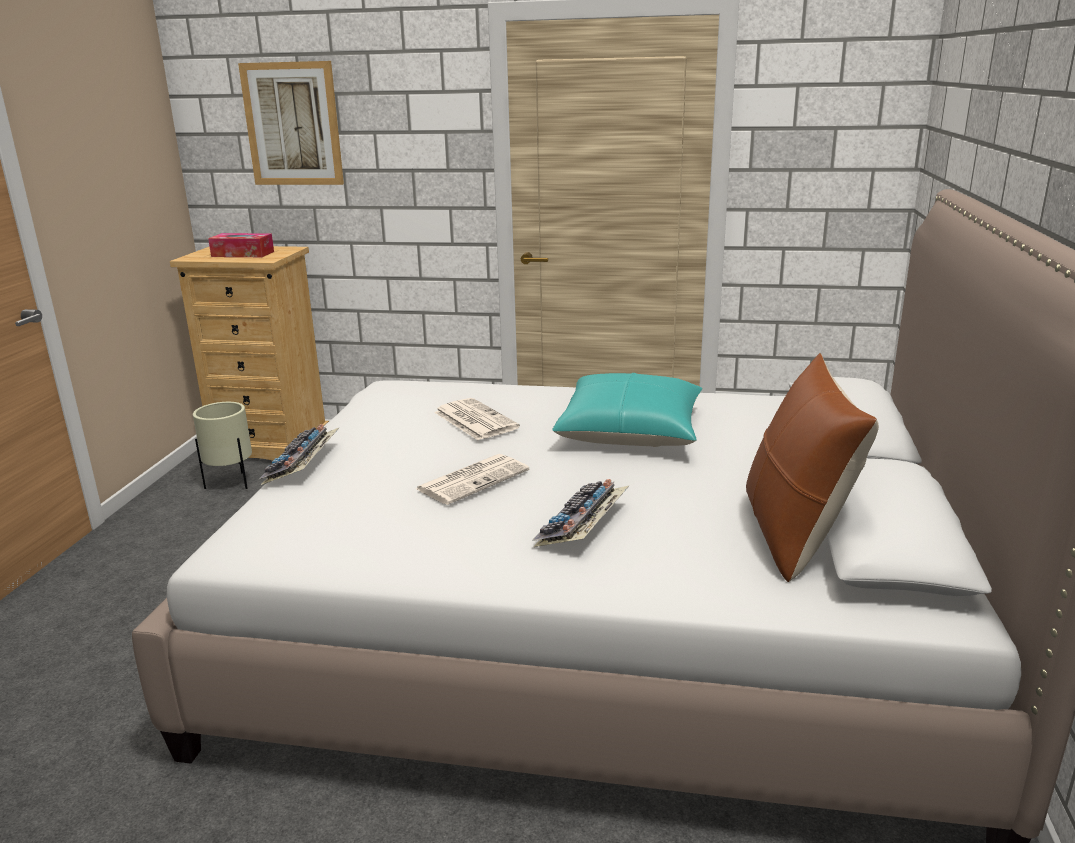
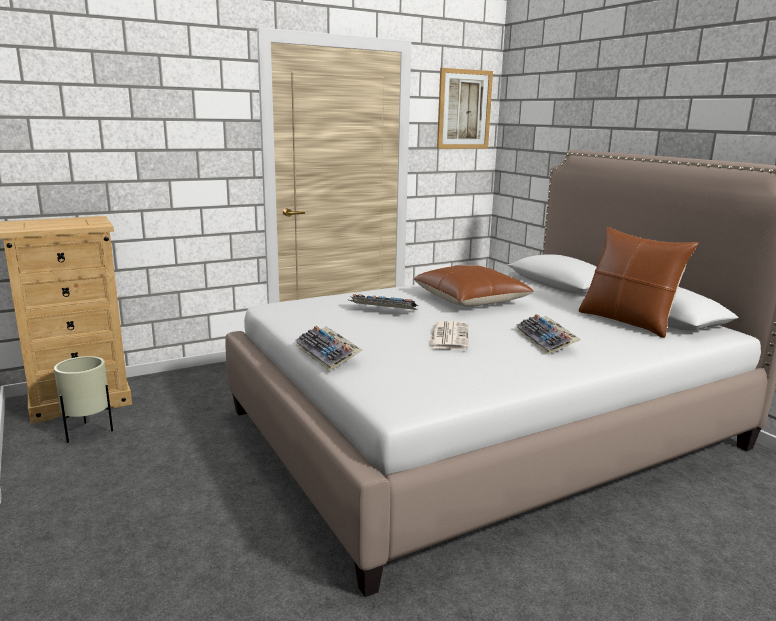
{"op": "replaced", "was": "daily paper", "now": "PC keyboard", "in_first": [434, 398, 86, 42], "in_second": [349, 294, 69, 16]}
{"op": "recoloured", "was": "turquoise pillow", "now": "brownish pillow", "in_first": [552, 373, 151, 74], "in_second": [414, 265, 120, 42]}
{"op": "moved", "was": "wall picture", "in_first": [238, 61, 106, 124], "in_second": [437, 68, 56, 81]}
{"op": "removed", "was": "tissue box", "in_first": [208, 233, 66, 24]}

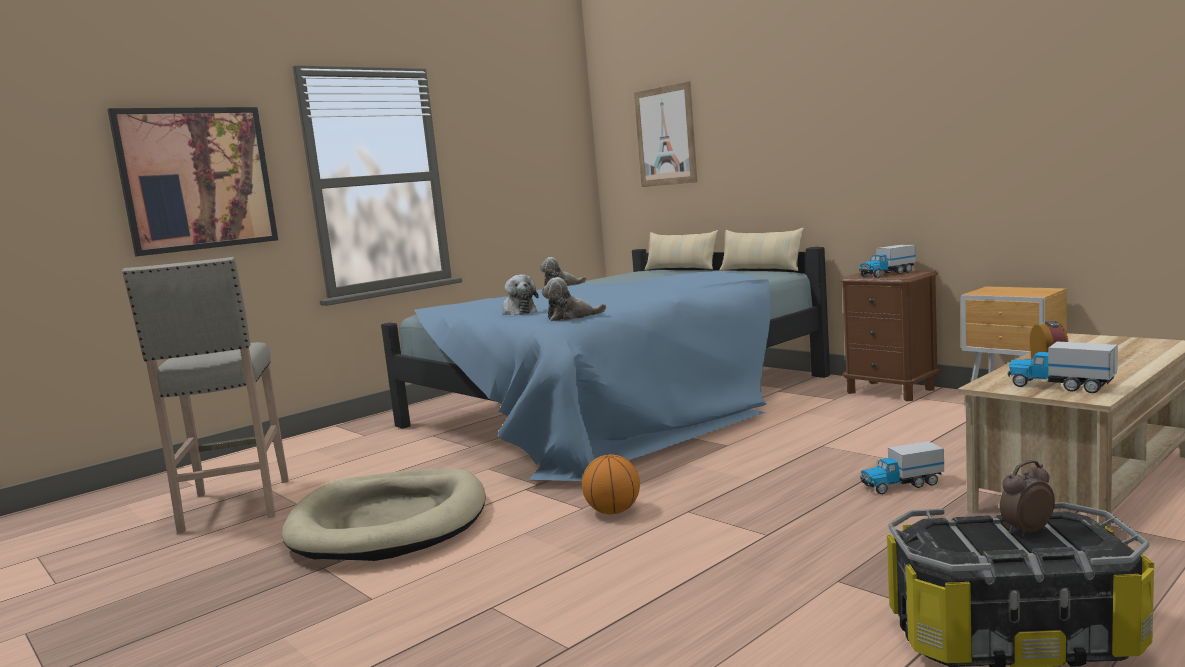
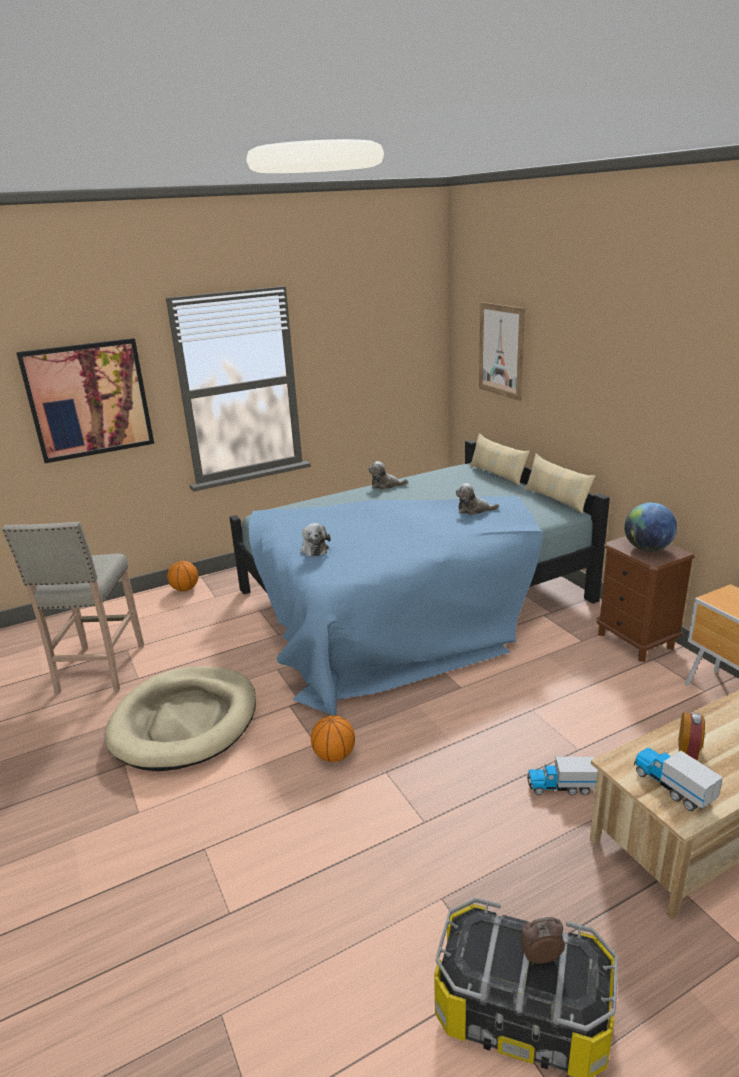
{"op": "added", "now": "basketball", "in_second": [167, 561, 31, 30]}
{"op": "moved", "was": "cuddly toy", "in_first": [542, 277, 64, 44], "in_second": [456, 483, 43, 32]}
{"op": "replaced", "was": "toy lorry", "now": "world globe", "in_first": [859, 245, 57, 33], "in_second": [624, 503, 53, 49]}

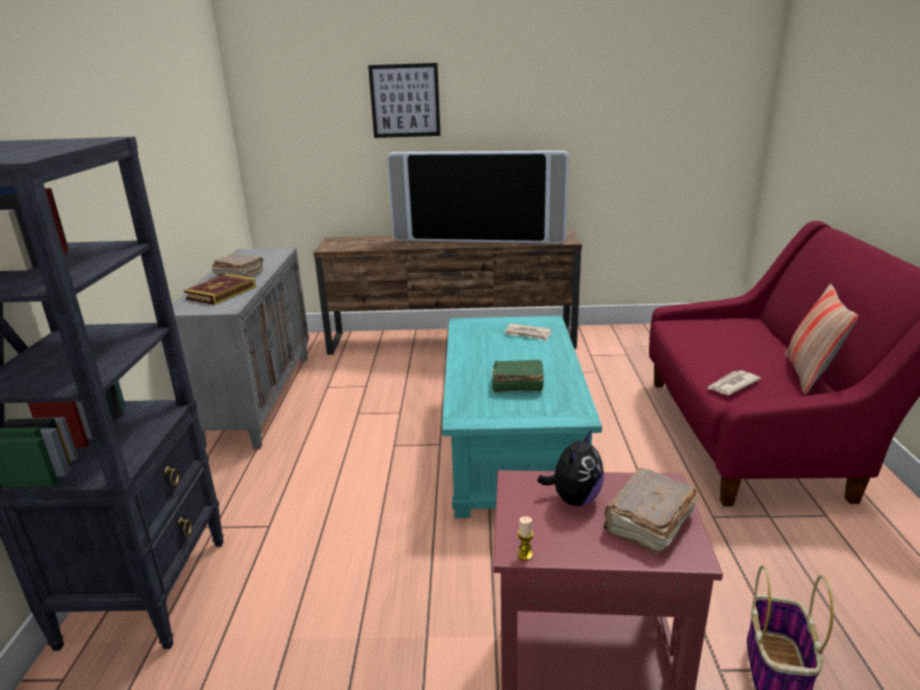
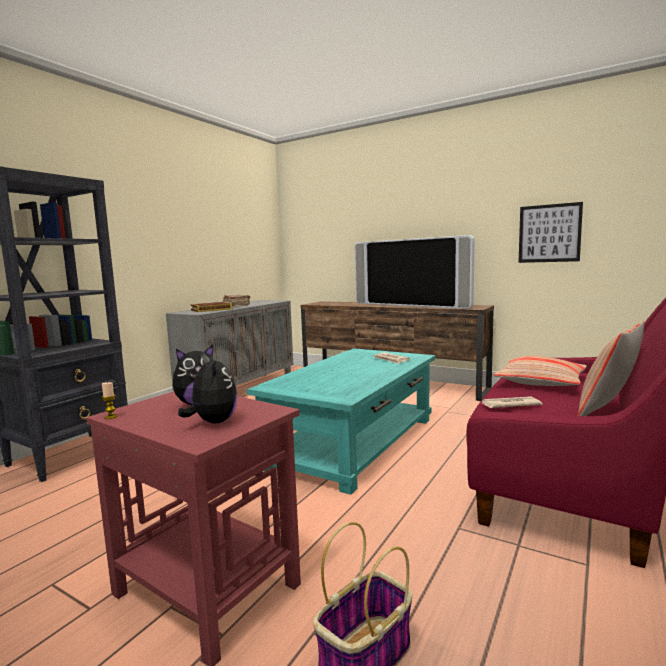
{"op": "replaced", "was": "brownish bound book", "now": "cuddly toy", "in_first": [603, 468, 95, 86], "in_second": [178, 353, 59, 70]}
{"op": "added", "now": "pillow", "in_second": [493, 356, 94, 30]}
{"op": "moved", "was": "wall picture", "in_first": [368, 63, 73, 75], "in_second": [518, 202, 65, 61]}
{"op": "removed", "was": "green-coloured bound book", "in_first": [491, 360, 53, 32]}

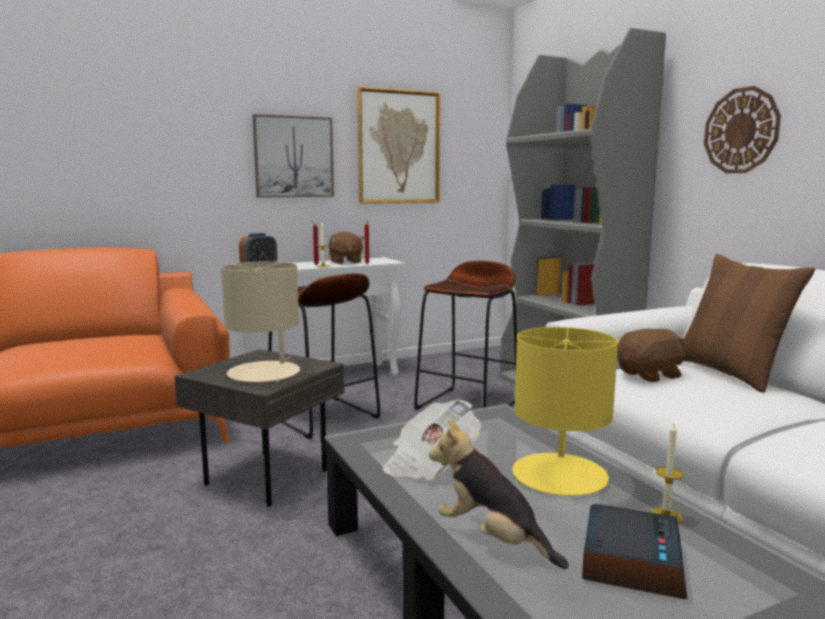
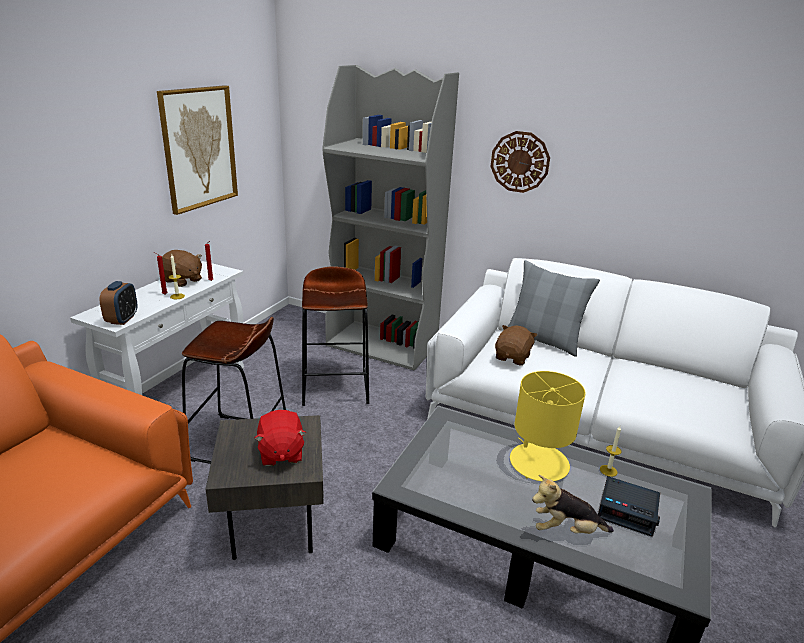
{"op": "replaced", "was": "beige lamp for a table", "now": "red cuddly toy", "in_first": [221, 261, 79, 122], "in_second": [254, 410, 52, 56]}
{"op": "recoloured", "was": "brownish pillow", "now": "grey pillow", "in_first": [683, 254, 132, 139], "in_second": [508, 260, 92, 97]}
{"op": "turned", "was": "alarm clock", "in_first": [582, 504, 105, 95], "in_second": [598, 476, 62, 60], "clockwise": 135}
{"op": "removed", "was": "wall picture", "in_first": [253, 114, 81, 83]}
{"op": "removed", "was": "daily paper", "in_first": [383, 400, 99, 81]}

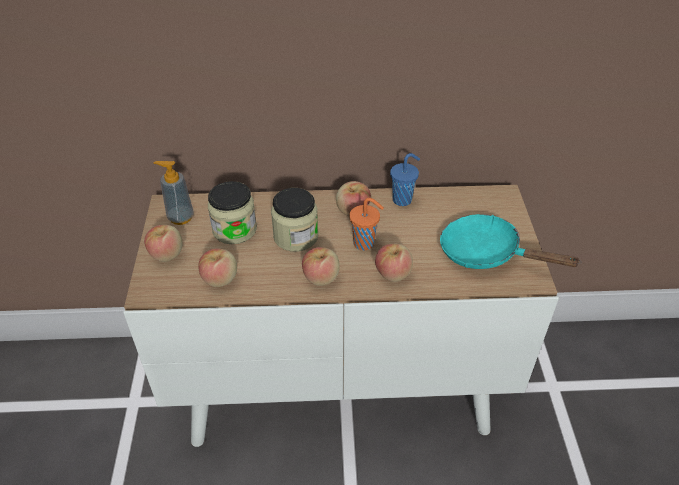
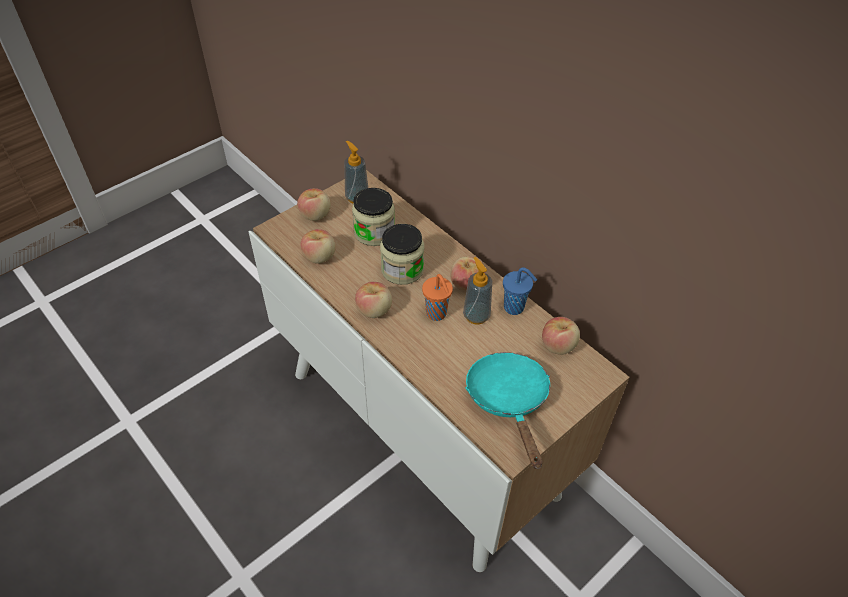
{"op": "added", "now": "liquid soap bottle", "in_second": [463, 257, 29, 68]}
{"op": "moved", "was": "apple fruit", "in_first": [375, 243, 38, 39], "in_second": [542, 317, 38, 38]}

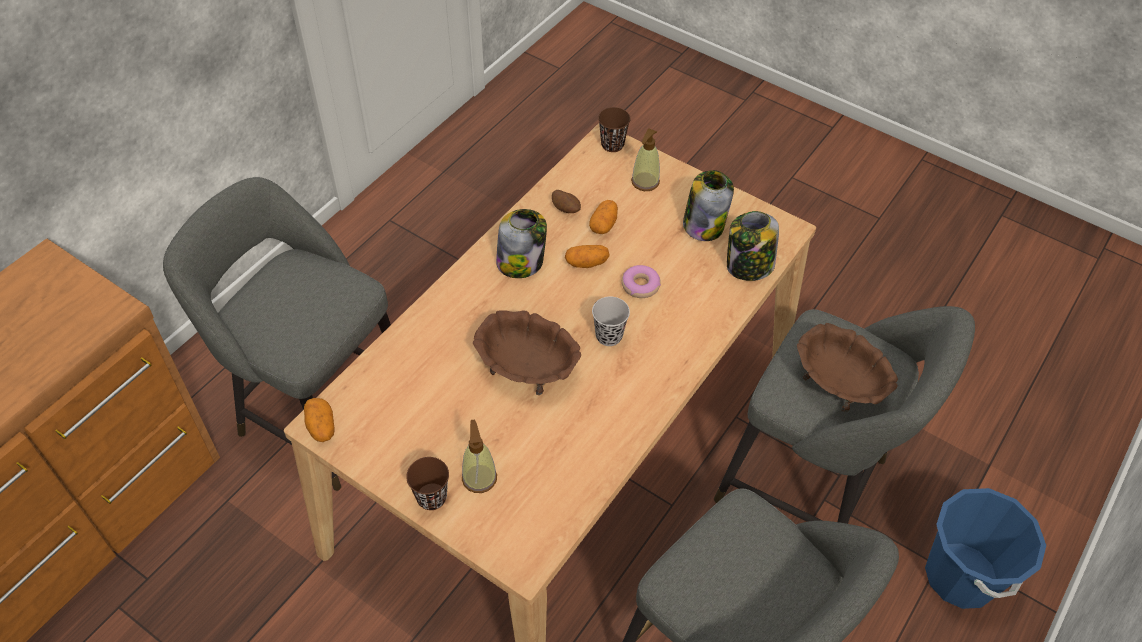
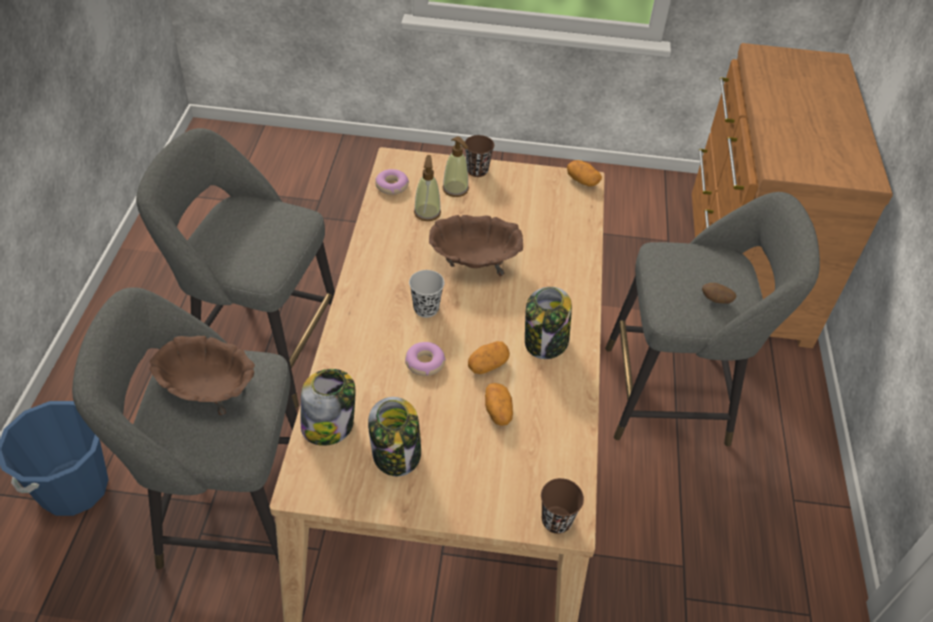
{"op": "added", "now": "donut", "in_second": [375, 169, 34, 26]}
{"op": "moved", "was": "liquid soap bottle", "in_first": [631, 129, 29, 62], "in_second": [414, 155, 27, 66]}
{"op": "moved", "was": "potato", "in_first": [552, 190, 29, 23], "in_second": [702, 283, 35, 21]}

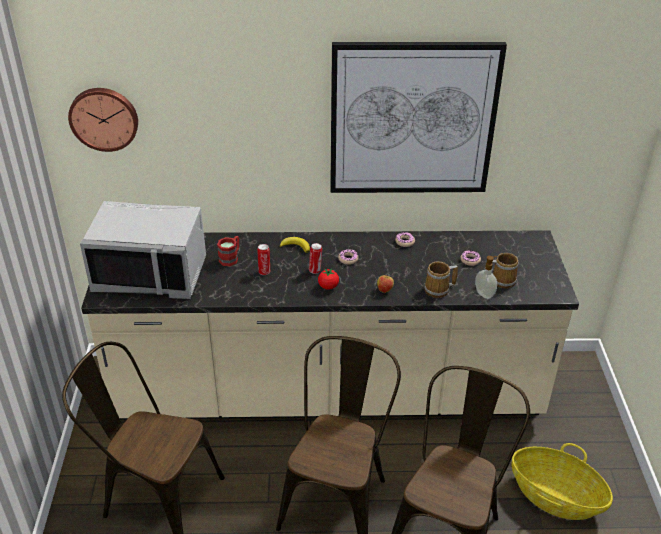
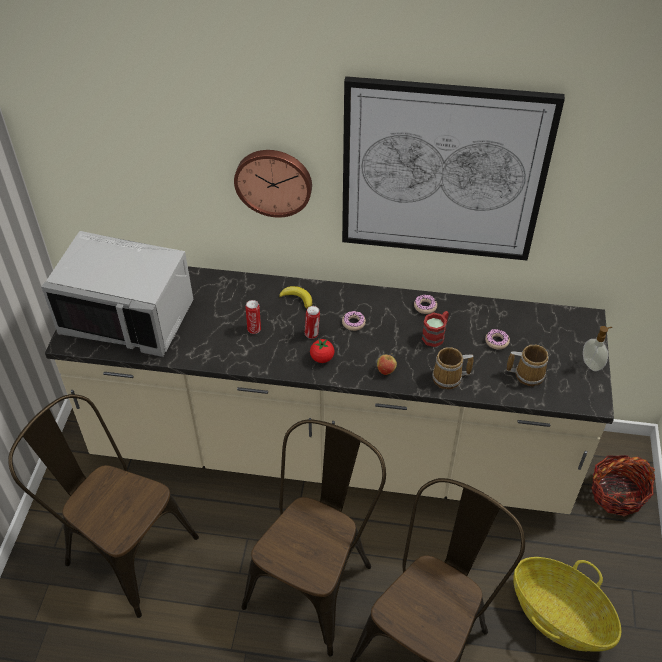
{"op": "moved", "was": "wall clock", "in_first": [68, 88, 70, 64], "in_second": [234, 150, 78, 67]}
{"op": "moved", "was": "red mug", "in_first": [217, 236, 22, 30], "in_second": [422, 311, 27, 36]}
{"op": "moved", "was": "liquid soap bottle", "in_first": [475, 256, 22, 43], "in_second": [583, 326, 29, 45]}
{"op": "added", "now": "storage basket", "in_second": [591, 455, 65, 62]}

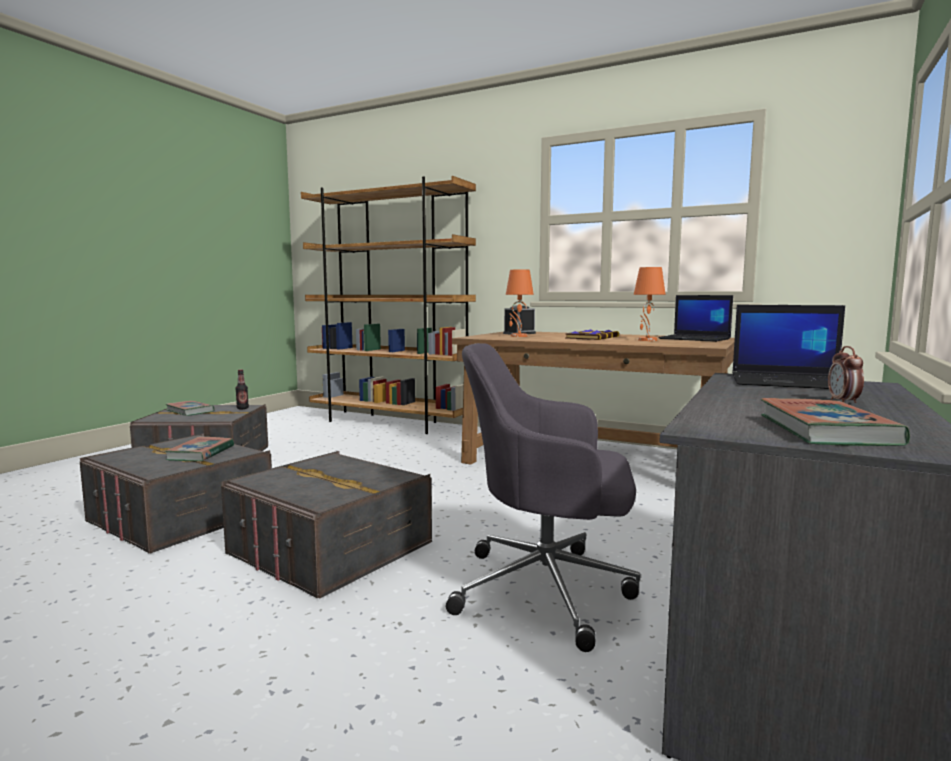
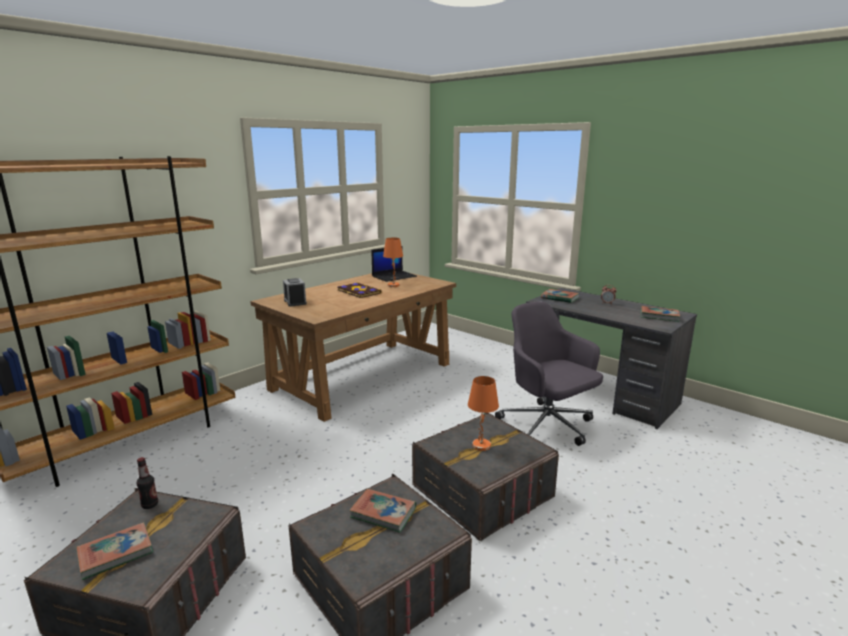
{"op": "moved", "was": "orange-coloured lamp for a table", "in_first": [506, 269, 28, 68], "in_second": [468, 376, 31, 75]}
{"op": "turned", "was": "grey desk chair", "in_first": [446, 343, 194, 309], "in_second": [495, 301, 108, 145], "clockwise": 120}
{"op": "replaced", "was": "portable computer", "now": "bound book", "in_first": [732, 305, 113, 84], "in_second": [541, 289, 38, 14]}

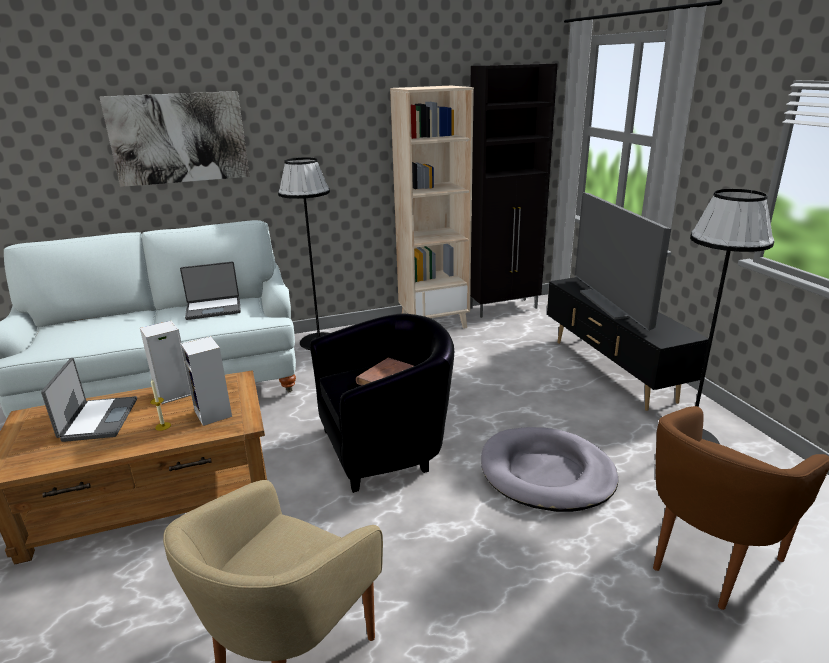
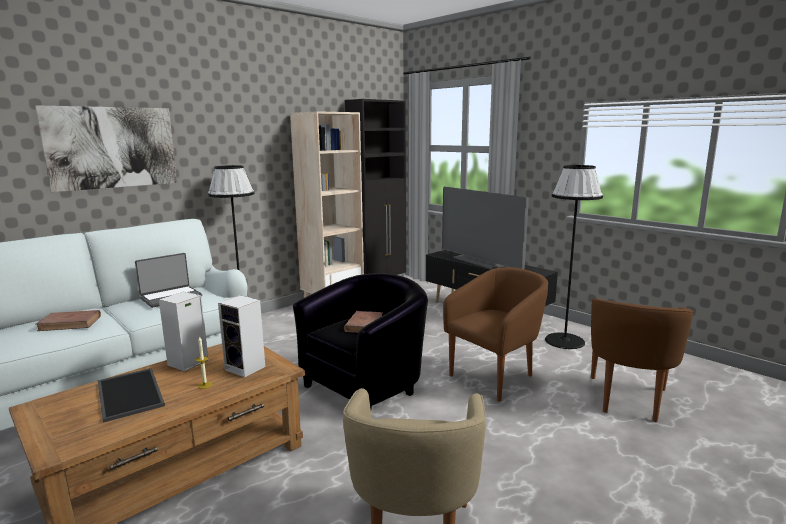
{"op": "added", "now": "brownish bound book", "in_second": [35, 310, 66, 21]}
{"op": "replaced", "was": "portable computer", "now": "carrying tray", "in_first": [41, 358, 96, 84], "in_second": [97, 368, 68, 55]}
{"op": "replaced", "was": "grey dog bed", "now": "brownish easy chair", "in_first": [481, 427, 137, 85], "in_second": [443, 267, 105, 134]}

